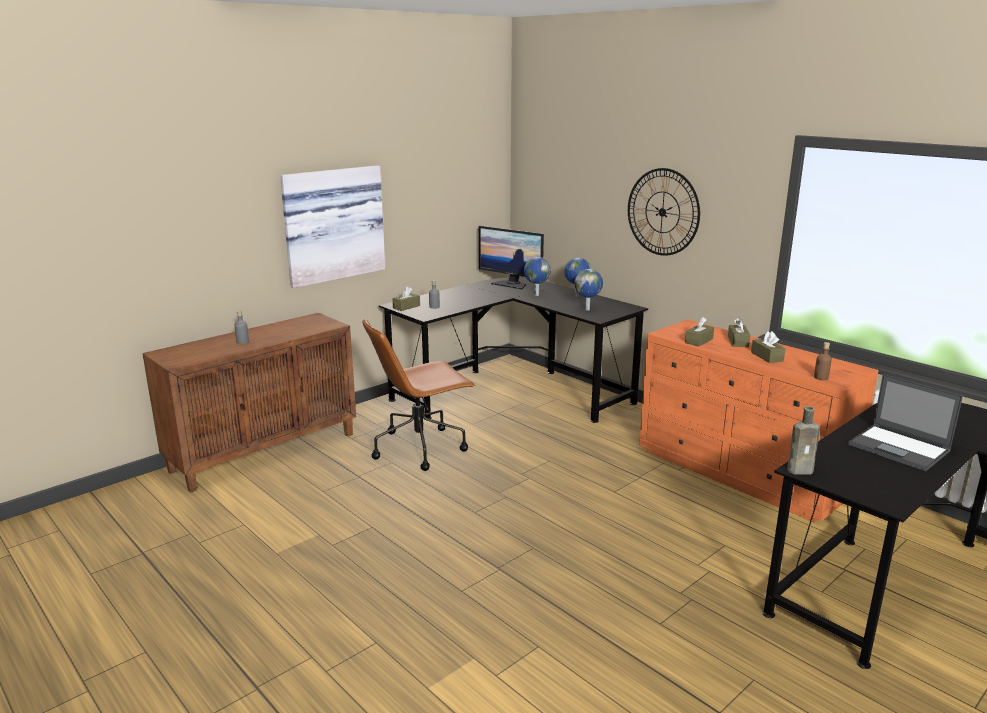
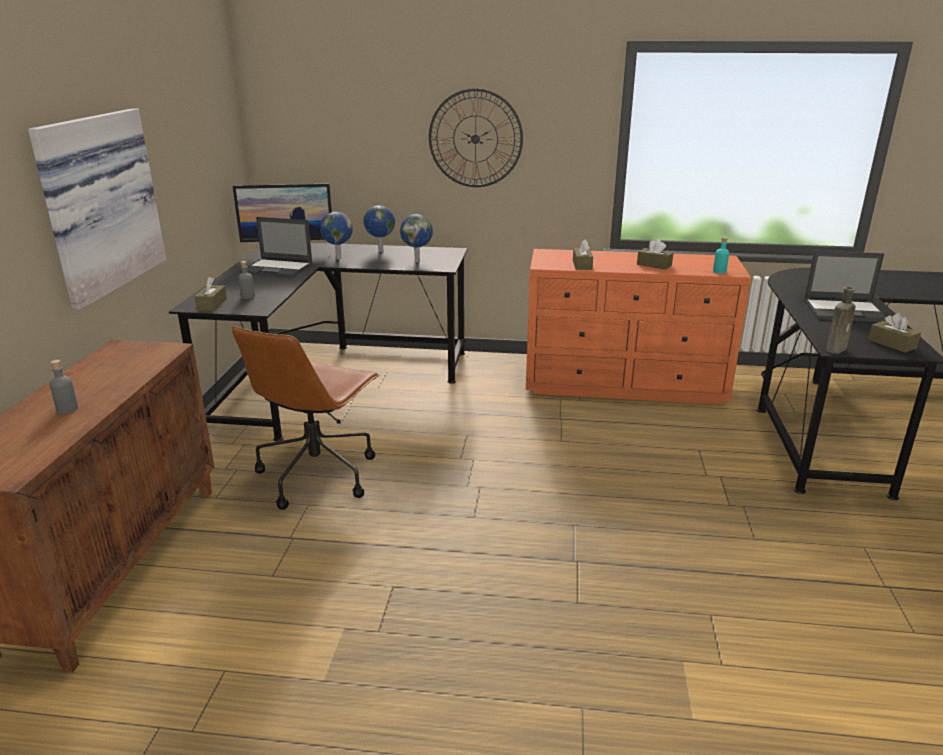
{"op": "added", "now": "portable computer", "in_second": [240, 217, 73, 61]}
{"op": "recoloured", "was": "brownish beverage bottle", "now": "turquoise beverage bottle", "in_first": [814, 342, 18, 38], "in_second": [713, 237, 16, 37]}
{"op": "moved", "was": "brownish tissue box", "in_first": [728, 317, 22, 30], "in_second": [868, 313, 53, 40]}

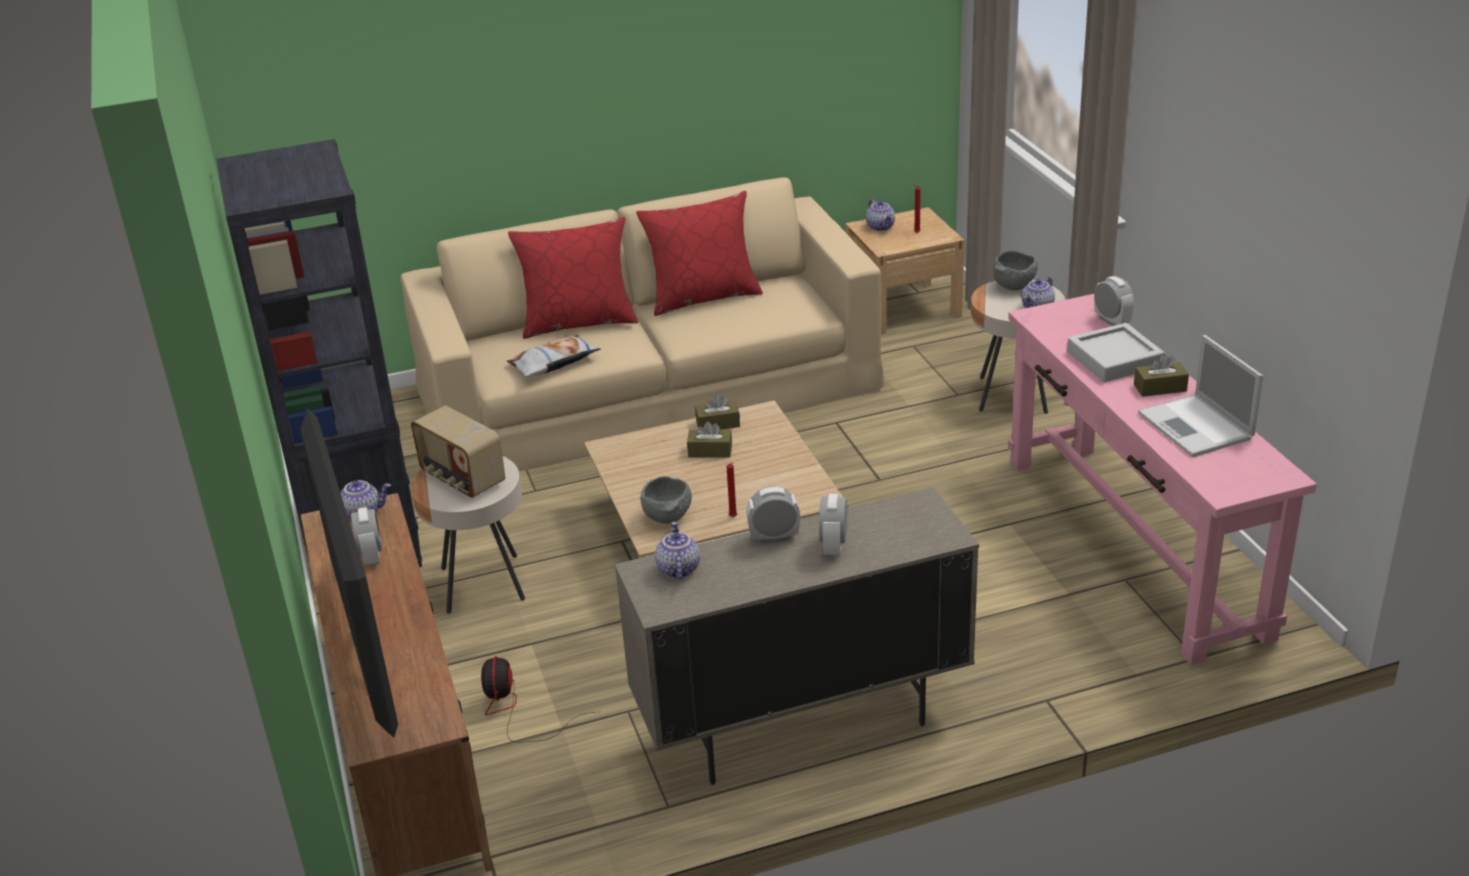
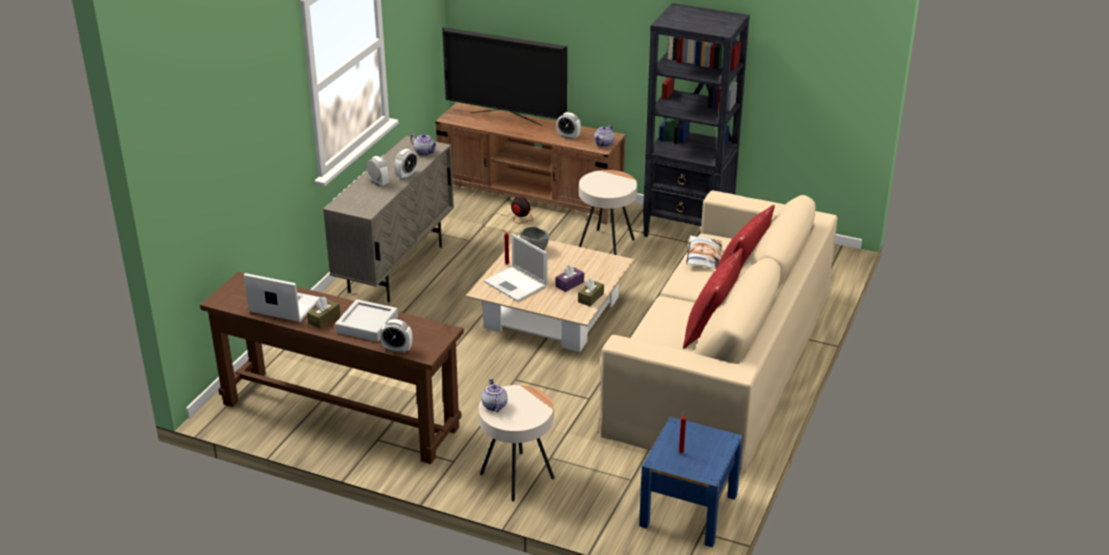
{"op": "recoloured", "was": "pink narrow table", "now": "brownish narrow table", "in_first": [1008, 294, 309, 371], "in_second": [200, 272, 264, 192]}
{"op": "added", "now": "portable computer", "in_second": [484, 234, 63, 68]}
{"op": "recoloured", "was": "brownish tissue box", "now": "purple-coloured tissue box", "in_first": [687, 422, 45, 35], "in_second": [556, 264, 28, 28]}
{"op": "recoloured", "was": "beige bedside table", "now": "blue bedside table", "in_first": [845, 207, 119, 127], "in_second": [639, 417, 104, 130]}
{"op": "removed", "was": "radio", "in_first": [411, 405, 94, 93]}
{"op": "removed", "was": "teapot", "in_first": [866, 199, 29, 32]}
{"op": "removed", "was": "grey deep dish", "in_first": [993, 250, 45, 40]}

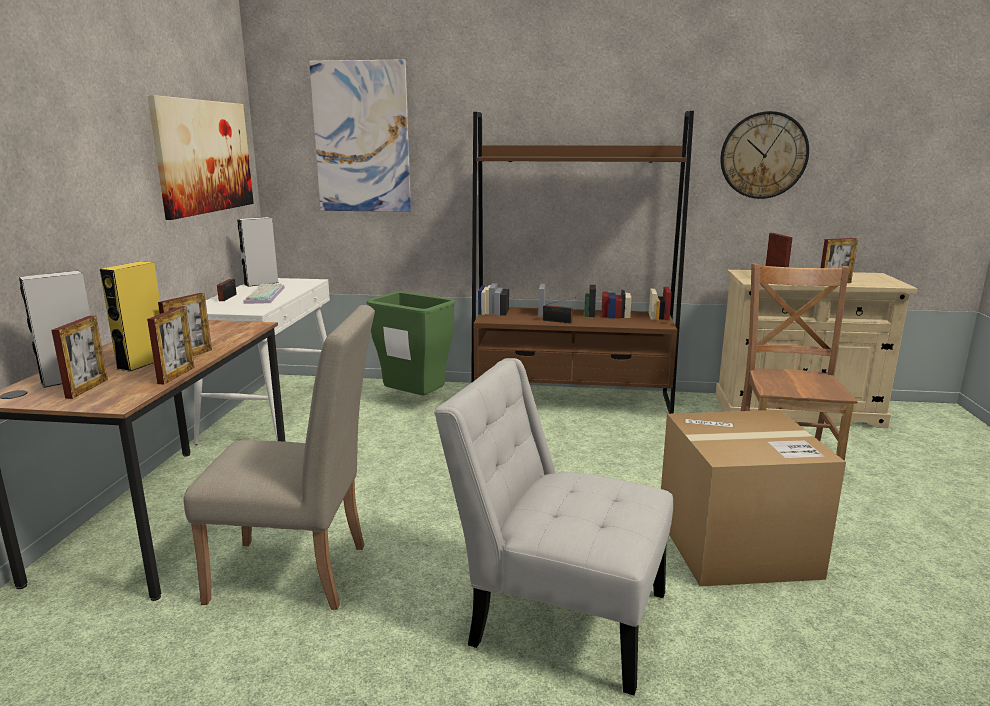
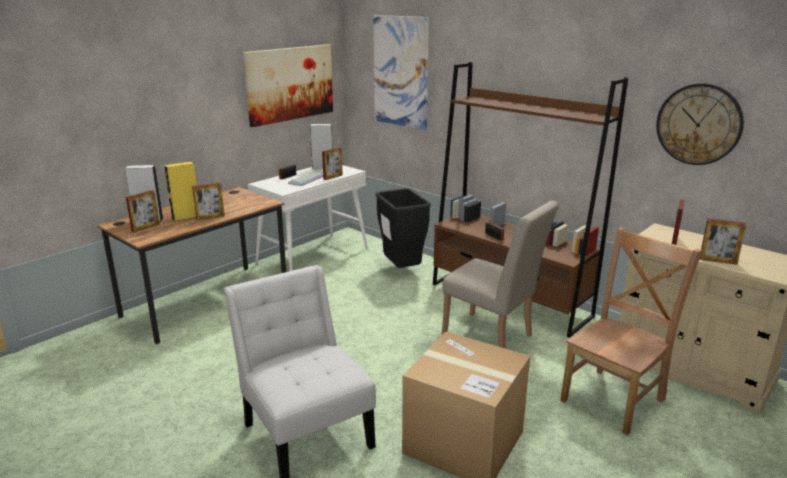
{"op": "moved", "was": "standing frame", "in_first": [147, 306, 47, 78], "in_second": [322, 147, 21, 33]}
{"op": "recoloured", "was": "green-coloured rubbish bin", "now": "black-coloured rubbish bin", "in_first": [367, 291, 89, 104], "in_second": [375, 188, 56, 80]}
{"op": "moved", "was": "beige plain chair", "in_first": [183, 305, 192, 305], "in_second": [442, 200, 117, 149]}

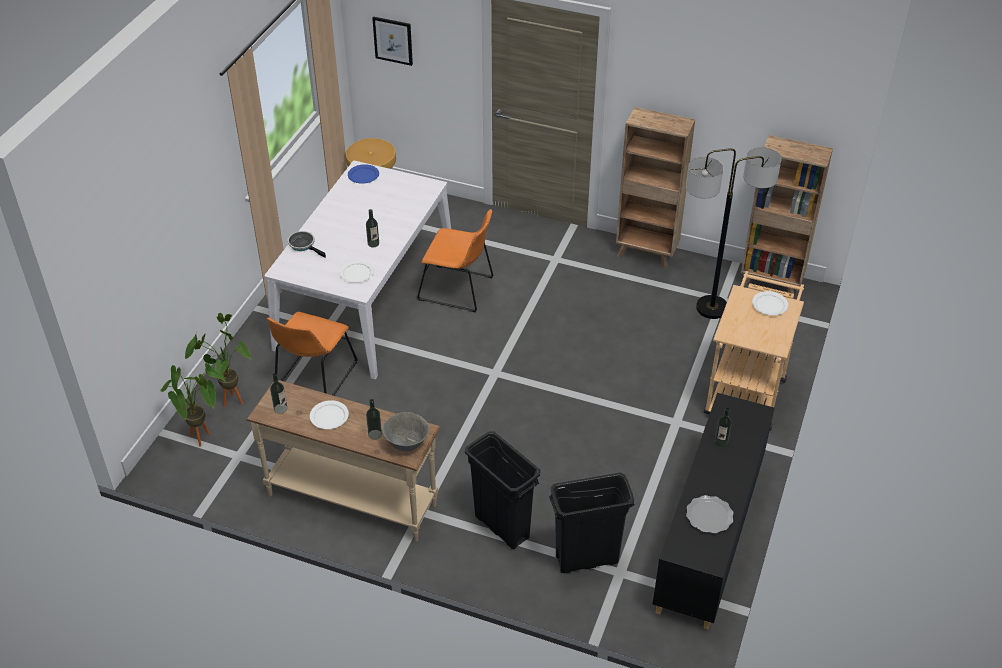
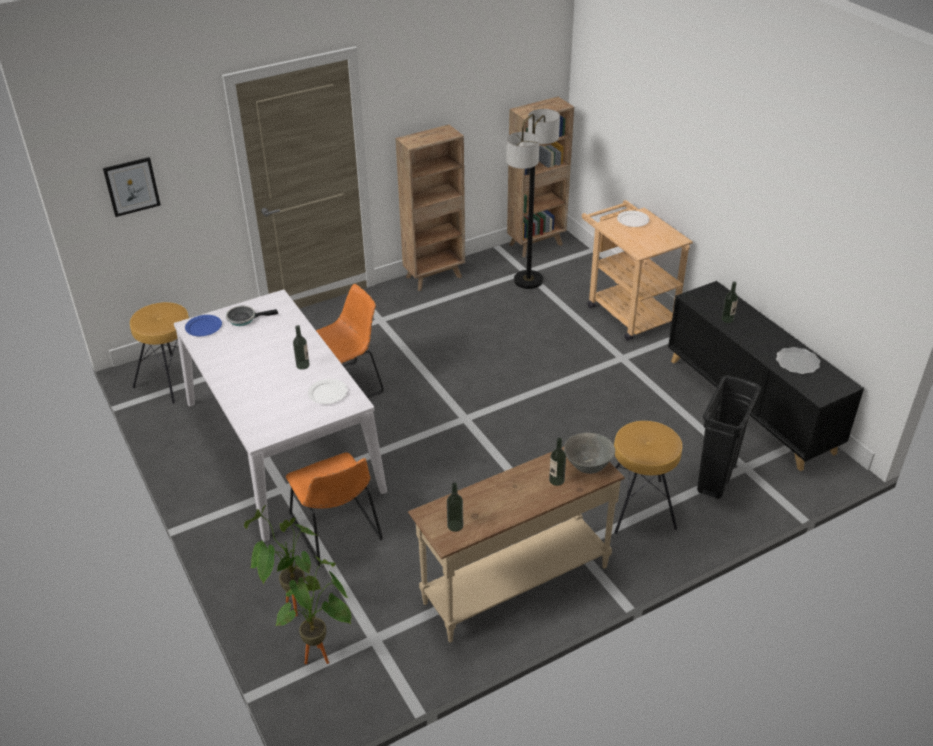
{"op": "moved", "was": "frying pan", "in_first": [287, 231, 39, 26], "in_second": [226, 306, 52, 20]}
{"op": "replaced", "was": "black-coloured rubbish bin", "now": "brownish stool", "in_first": [465, 431, 76, 118], "in_second": [614, 421, 68, 113]}
{"op": "removed", "was": "white-coloured plate", "in_first": [310, 400, 39, 29]}

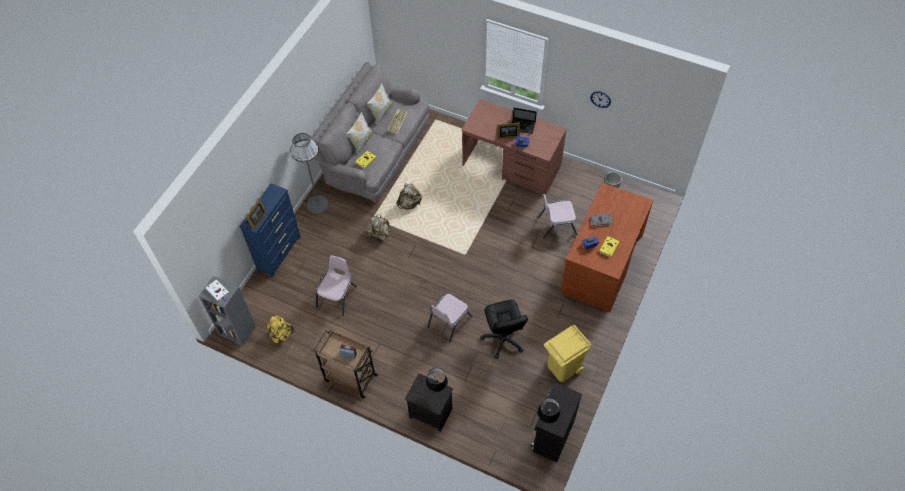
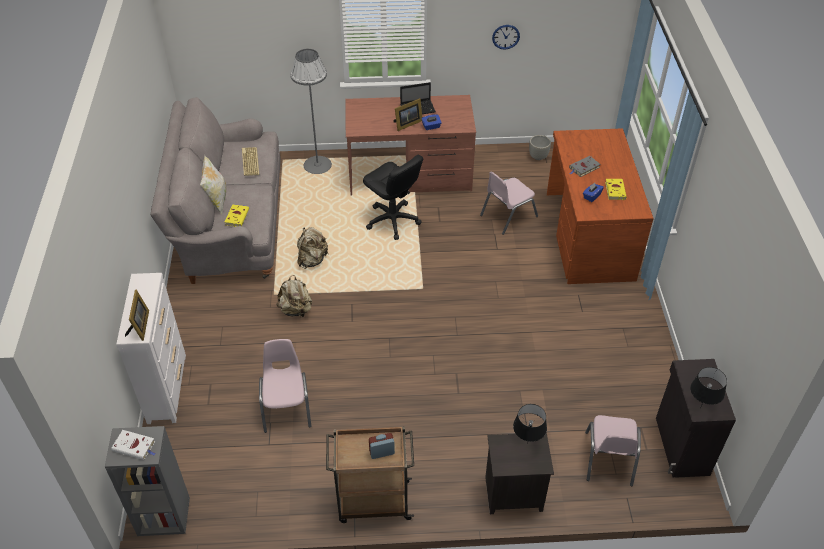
{"op": "recoloured", "was": "blue dresser", "now": "white-coloured dresser", "in_first": [239, 183, 62, 95], "in_second": [116, 273, 70, 151]}
{"op": "moved", "was": "grey floor lamp", "in_first": [290, 133, 39, 80], "in_second": [290, 49, 42, 125]}
{"op": "moved", "was": "black-coloured desk chair", "in_first": [480, 300, 48, 59], "in_second": [363, 155, 60, 85]}
{"op": "moved", "was": "pink plain chair", "in_first": [427, 294, 46, 48], "in_second": [585, 415, 56, 71]}
{"op": "removed", "was": "yellowish knapsack", "in_first": [267, 316, 27, 27]}
{"op": "removed", "was": "pillow", "in_first": [367, 83, 26, 42]}
{"op": "removed", "was": "yellowish rubbish bin", "in_first": [544, 325, 47, 57]}

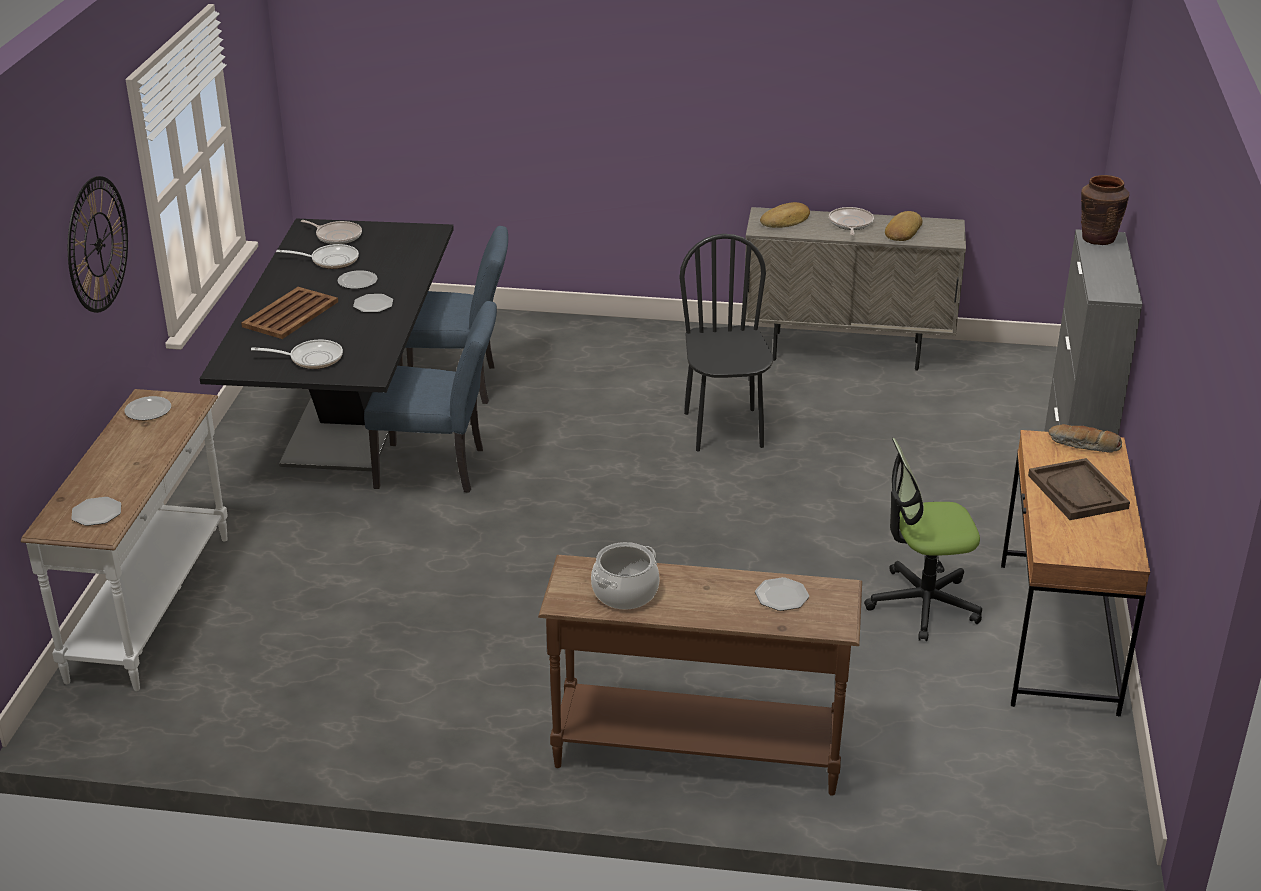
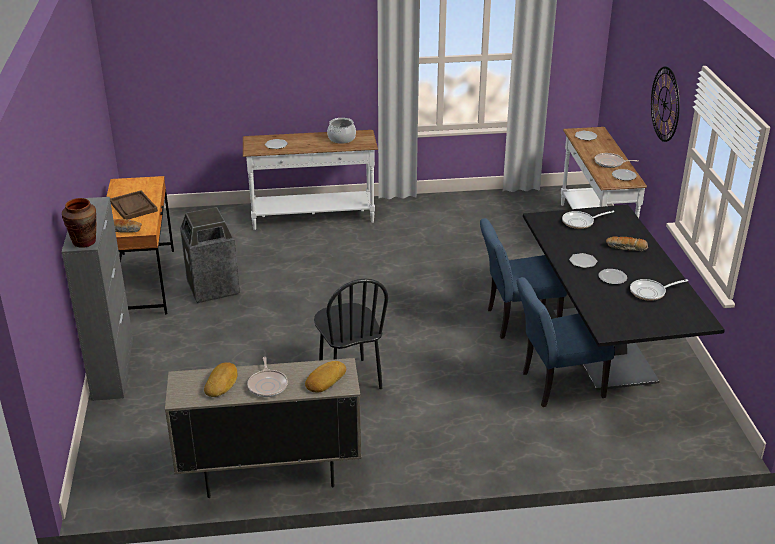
{"op": "replaced", "was": "desk chair", "now": "rubbish bin", "in_first": [864, 438, 118, 203], "in_second": [180, 207, 60, 96]}
{"op": "recoloured", "was": "brownish narrow table", "now": "white-coloured narrow table", "in_first": [538, 555, 324, 241], "in_second": [243, 130, 135, 100]}
{"op": "moved", "was": "frying pan", "in_first": [301, 220, 61, 24], "in_second": [595, 153, 44, 15]}
{"op": "replaced", "was": "brownish carrying tray", "now": "bakery bread", "in_first": [241, 287, 97, 52], "in_second": [606, 236, 42, 15]}

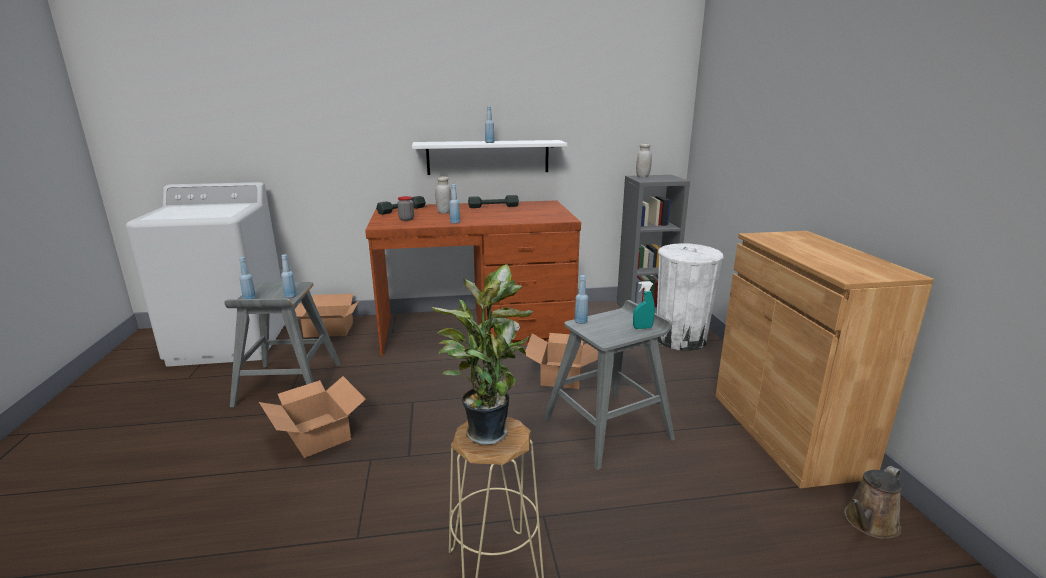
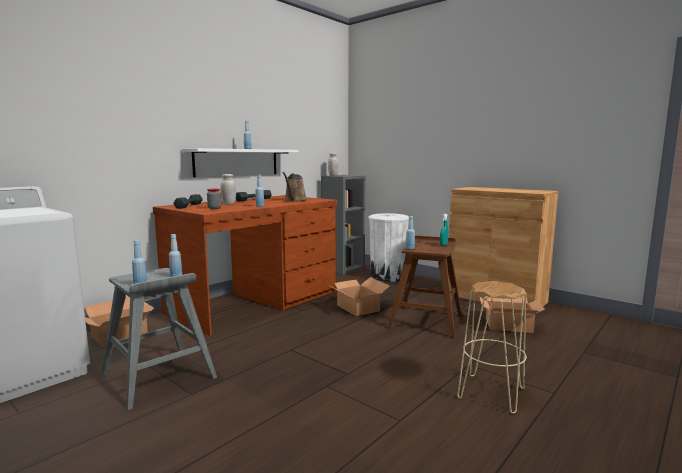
{"op": "moved", "was": "brownish watering pot", "in_first": [844, 466, 58, 73], "in_second": [282, 172, 25, 30]}
{"op": "recoloured", "was": "grey stool", "now": "brownish stool", "in_first": [544, 300, 131, 170], "in_second": [388, 235, 74, 104]}
{"op": "moved", "was": "cardboard box", "in_first": [259, 376, 107, 82], "in_second": [479, 296, 66, 37]}
{"op": "removed", "was": "plant in a pot", "in_first": [432, 264, 102, 181]}

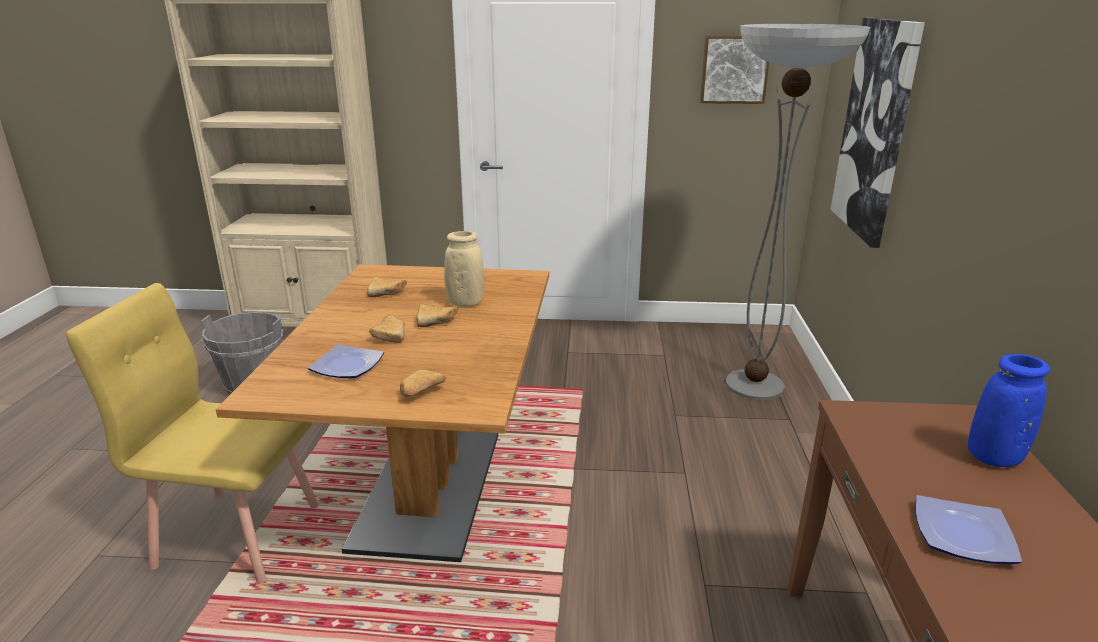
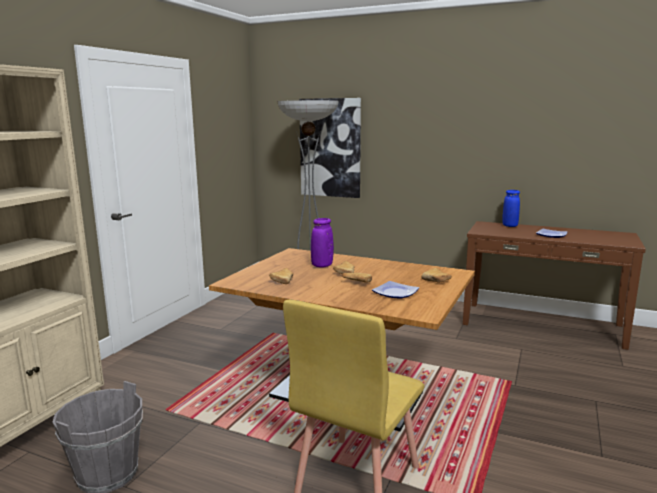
{"op": "recoloured", "was": "beige vase", "now": "purple-coloured vase", "in_first": [444, 231, 40, 76], "in_second": [311, 218, 23, 50]}
{"op": "removed", "was": "wall picture", "in_first": [700, 36, 69, 68]}

